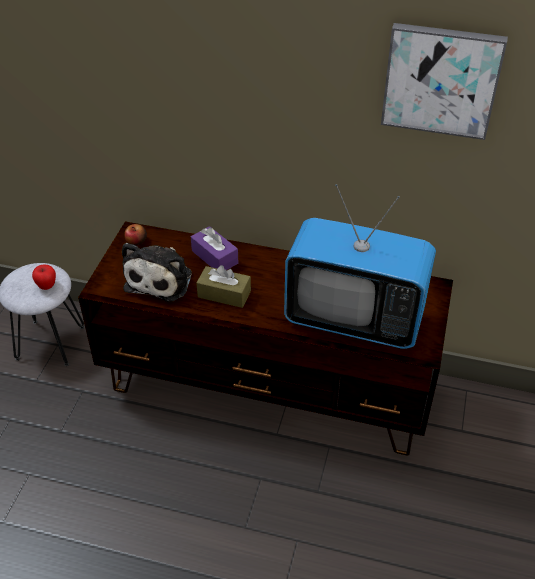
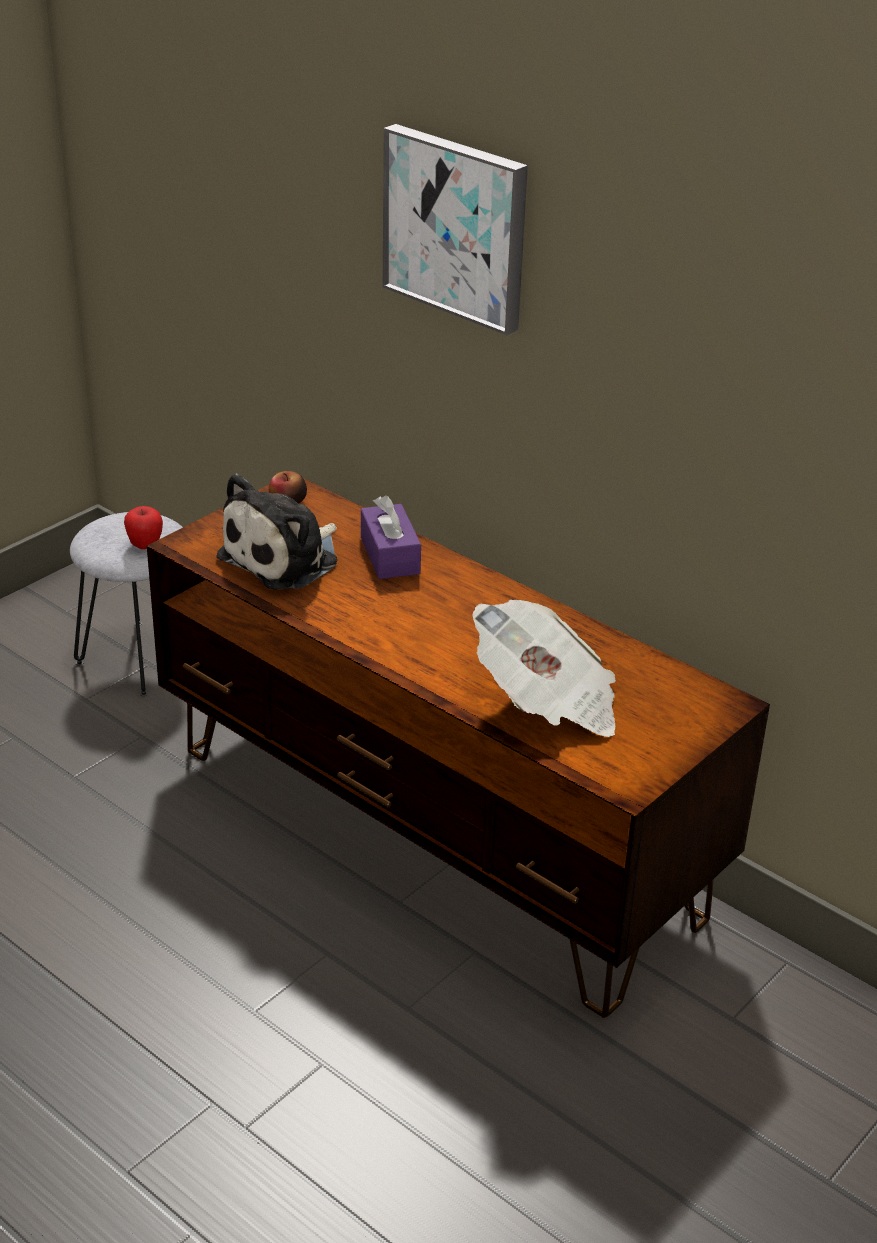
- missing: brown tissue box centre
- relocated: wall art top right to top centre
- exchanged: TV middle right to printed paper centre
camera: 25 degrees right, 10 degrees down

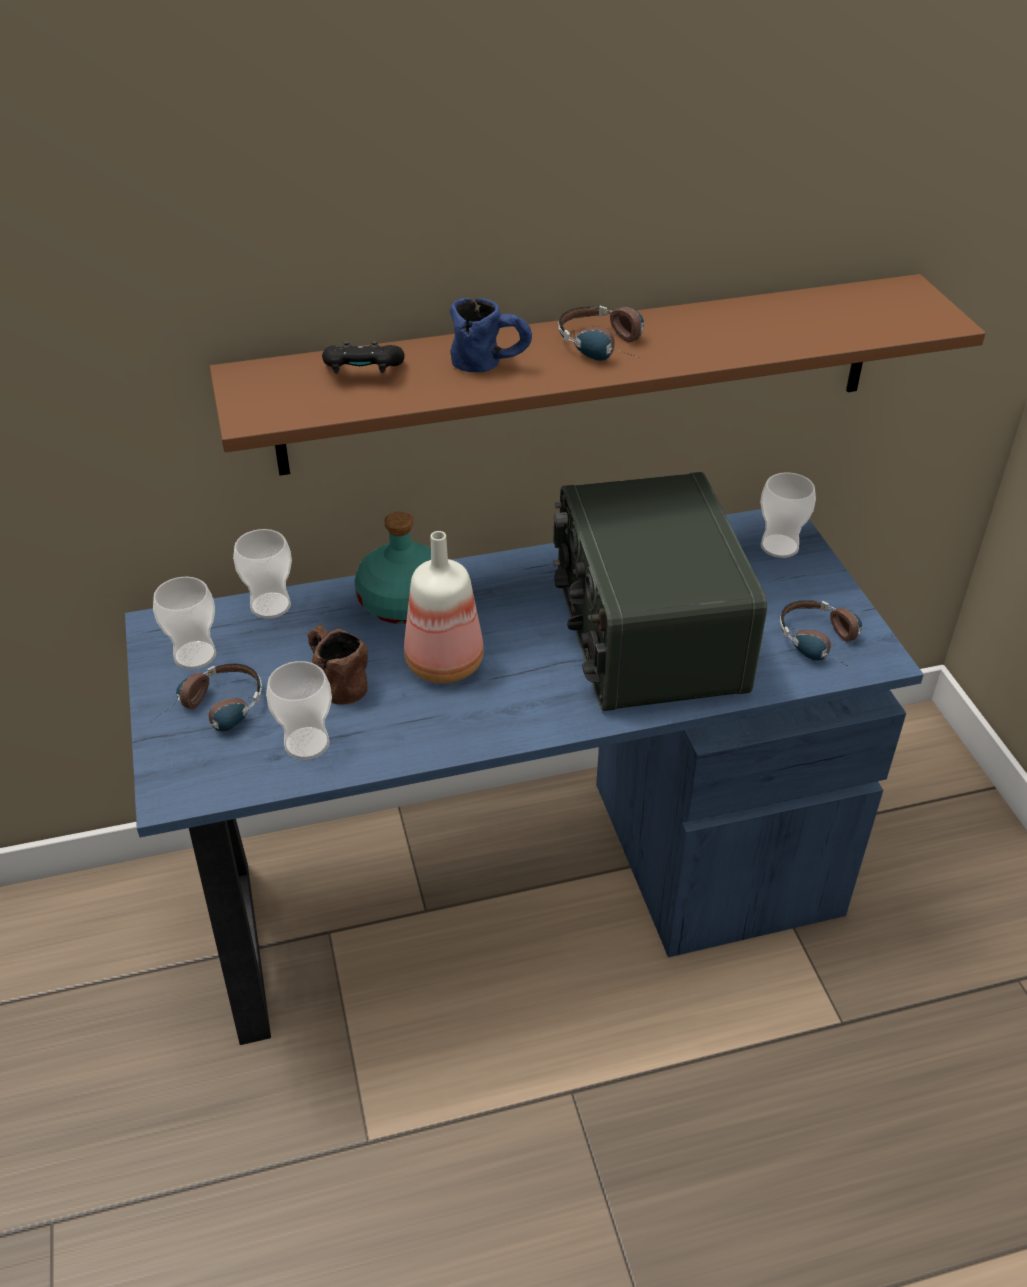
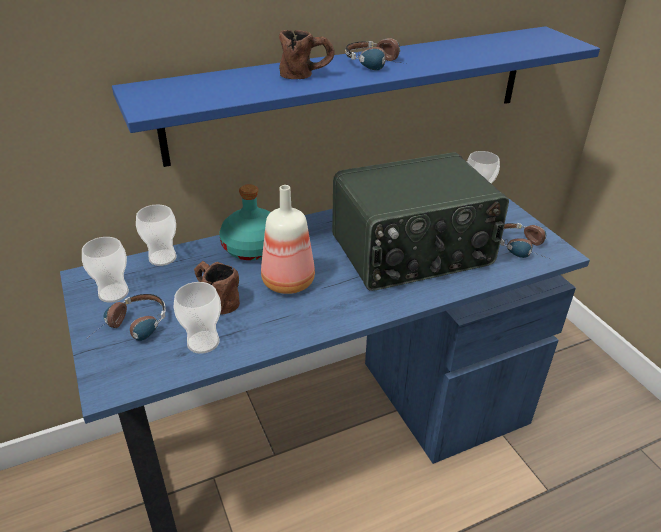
- missing: blackish joypad top centre
- colour: brown shelf top centre to bluish shelf top centre
- colour: bluish mug top centre to brown mug (no. 2 from left) top centre
- spun: radio receiver centre = centre 90 degrees counterclockwise
camera: 10 degrees left, 5 degrees down

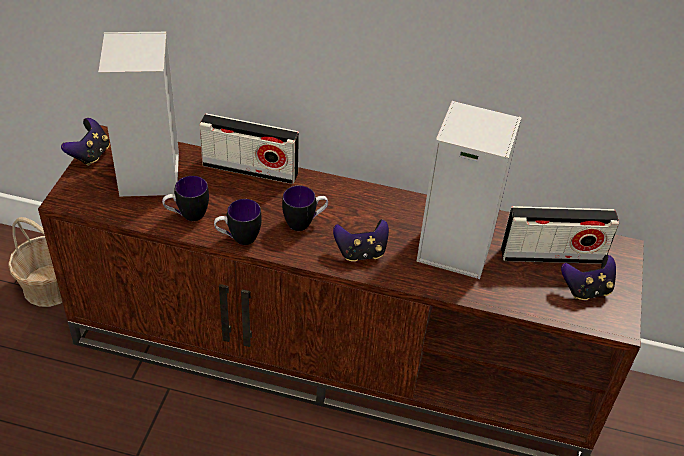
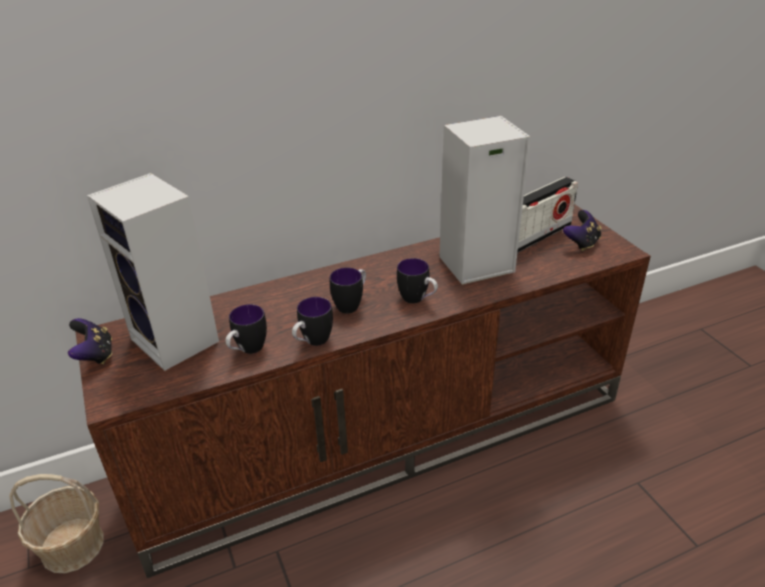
- missing: radio receiver (no. 1 from left) top centre
- exchanged: joypad (no. 2 from left) centre to mug (no. 4 from left) centre
camera: 35 degrees left, 10 degrees down

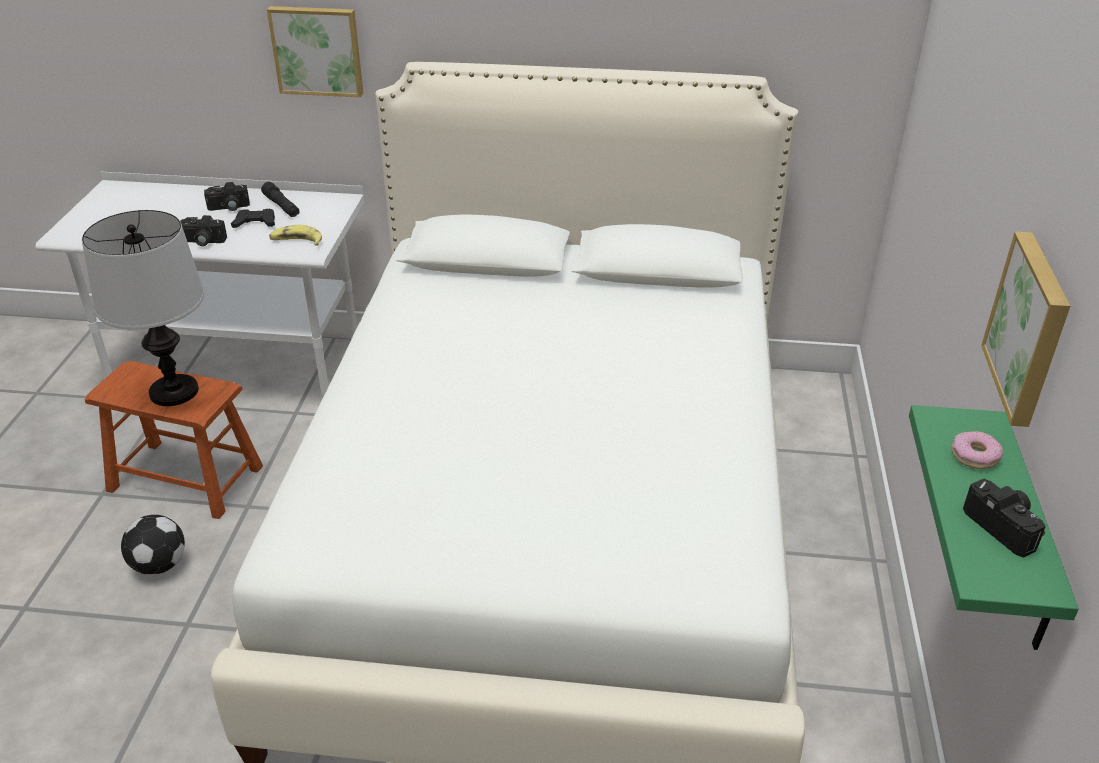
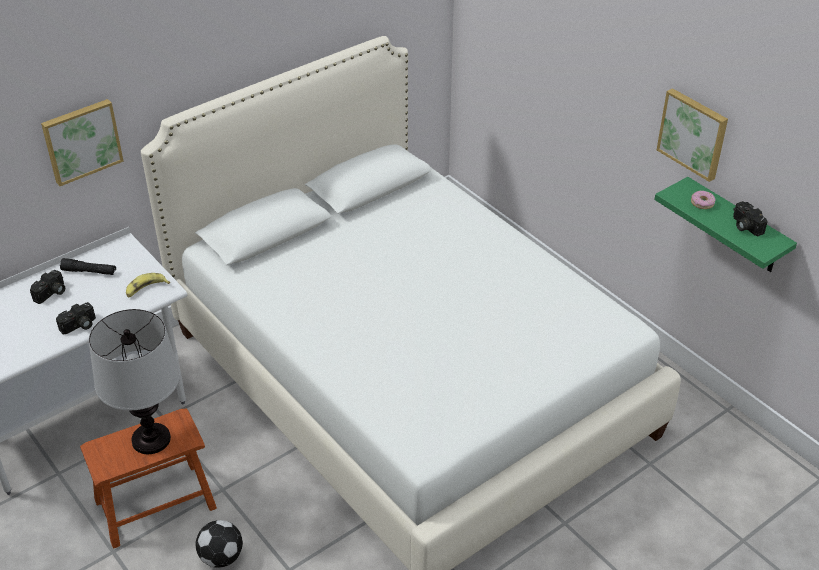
- missing: blackish joypad top left
- spun: still camera (no. 3 from left) bottom right = middle right 135 degrees counterclockwise
camera: 45 degrees left, 5 degrees up

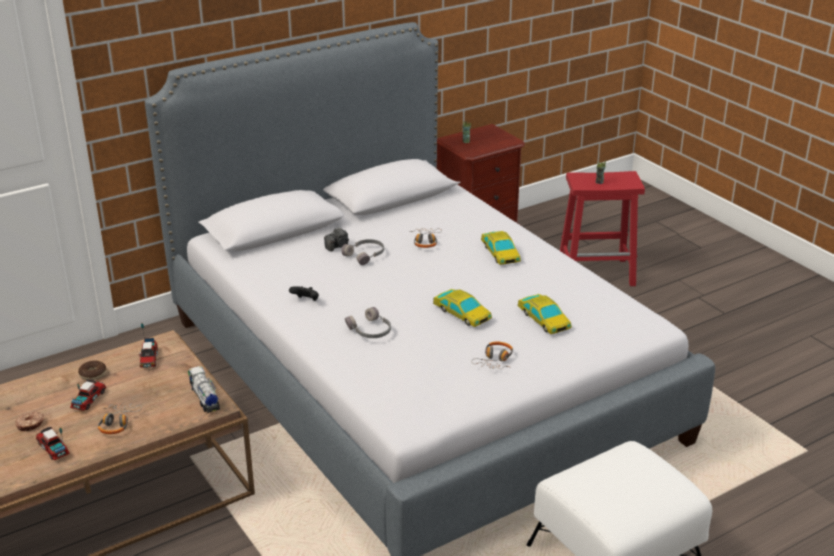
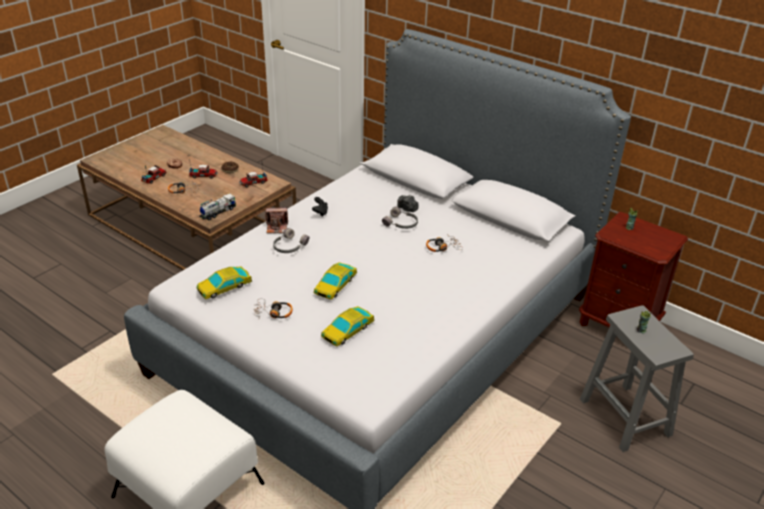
- appeared: still camera (no. 1 from left) centre
- relocated: model car (no. 2 from left in the first image) centre to model car (no. 1 from left) middle left
- colour: red sitting stool middle right to grey sitting stool bottom right
camera: 70 degrees right, 5 degrees up

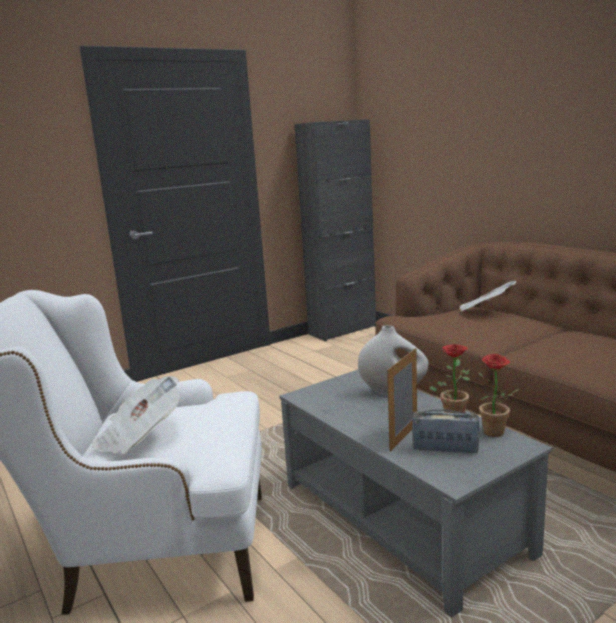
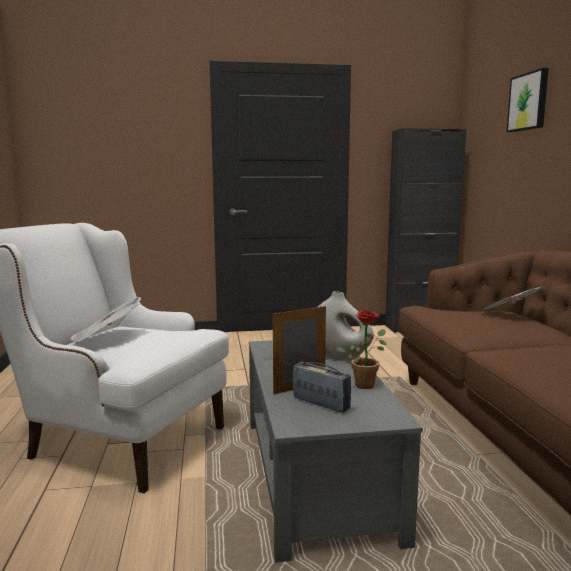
- missing: plant in a pot (no. 2 from left) middle right
- appeared: wall art top right
camera: 25 degrees right, 5 degrees down

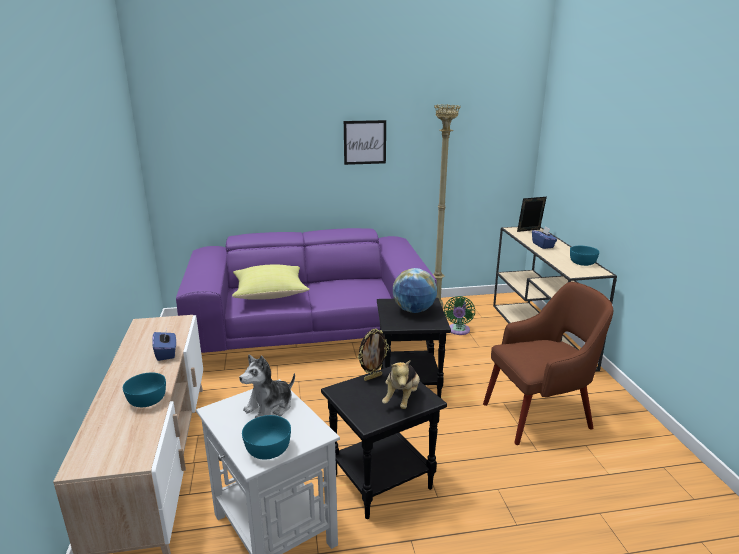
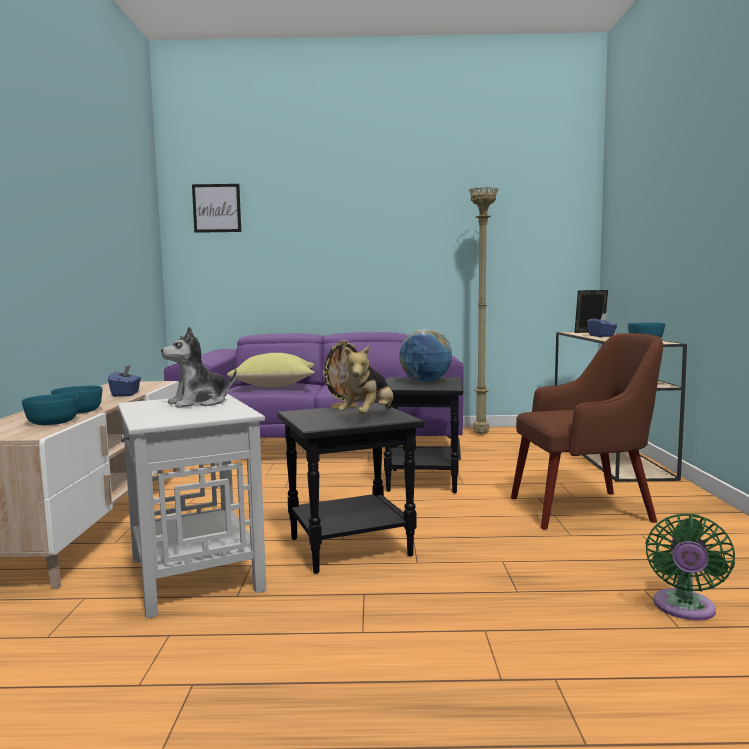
- relocated: turquoise serving bowl (no. 2 from left in the first image) bottom centre to turquoise serving bowl (no. 1 from left) middle left
- relocated: wall art top centre to top left
- relocated: green cooling fan centre to bottom right
camera: 10 degrees right, 15 degrees down

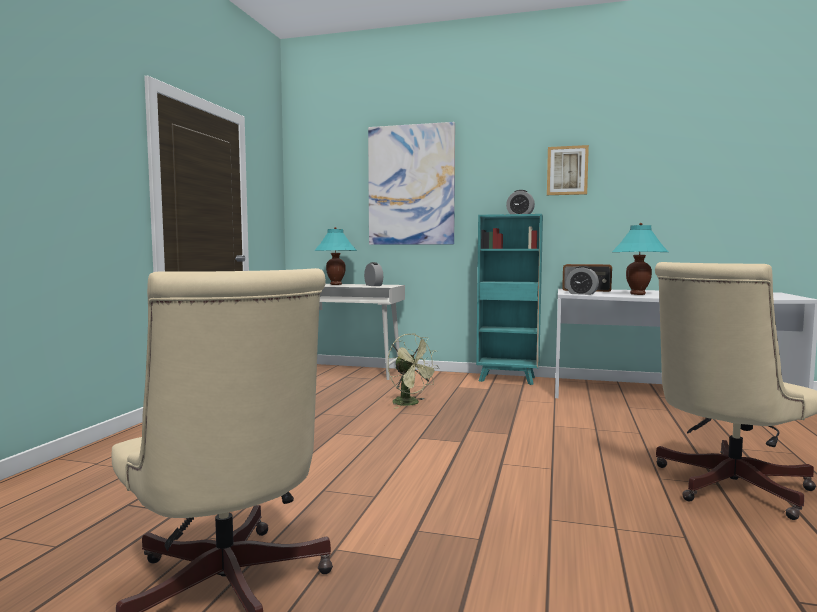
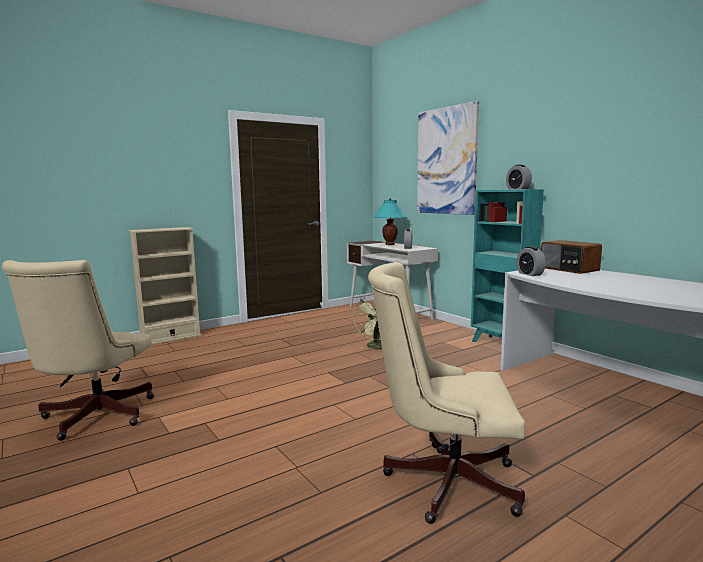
- missing: wall art (no. 2 from left) top right
- missing: turquoise lamp for a table (no. 2 from left) middle right
- appeared: sand-coloured bookshelf middle left
camera: 40 degrees right, 5 degrees up

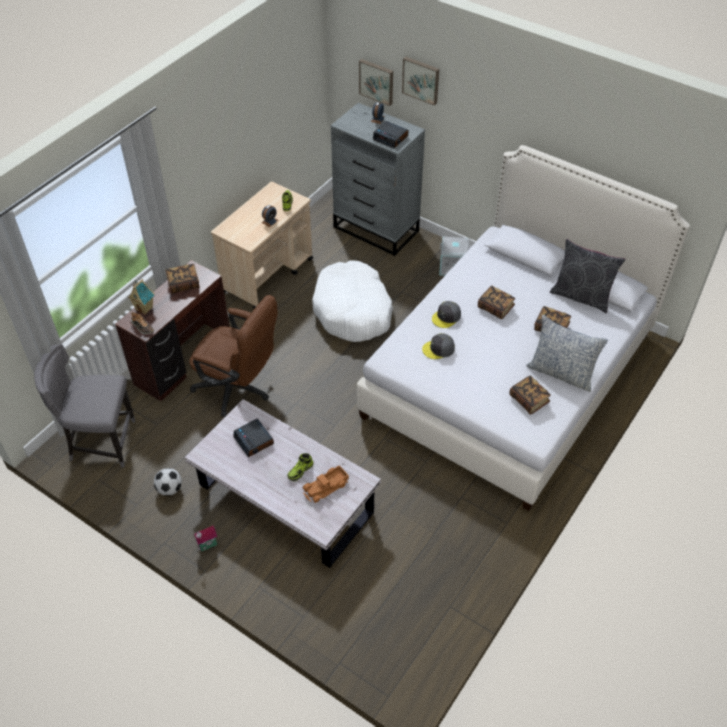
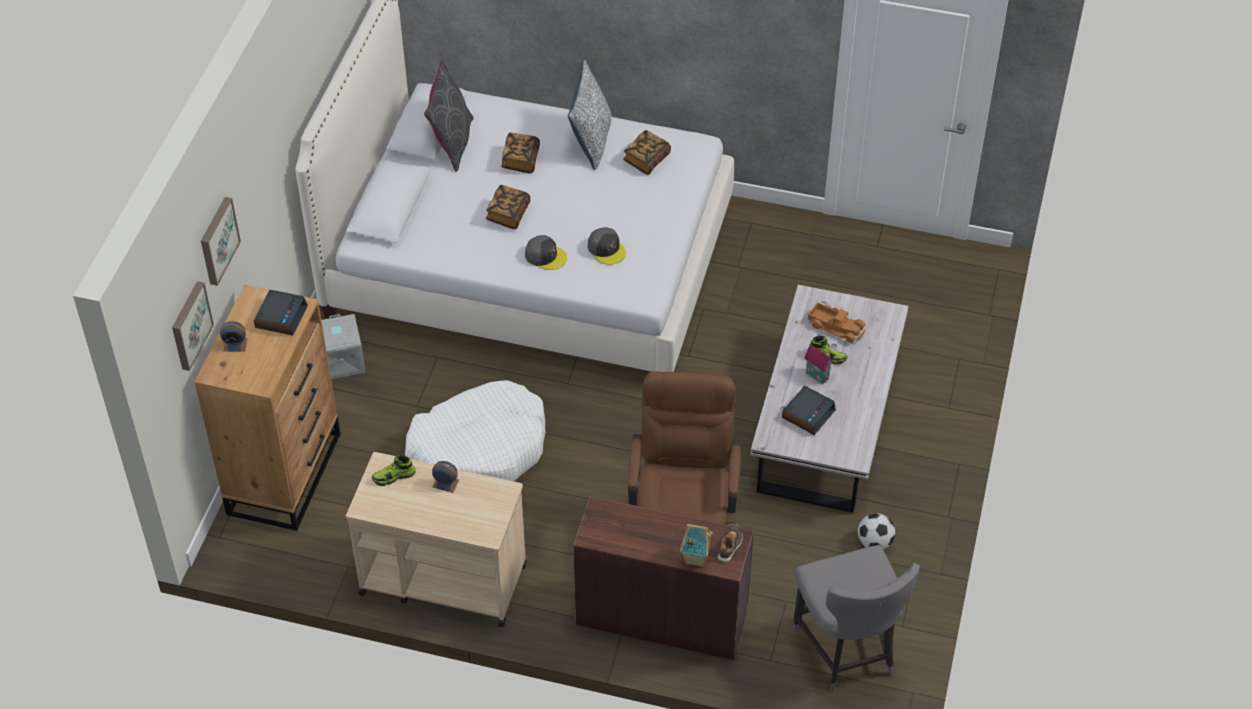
- missing: bound book (no. 1 from left) middle left
- relocated: miniature house (no. 2 from left) bottom left to centre
- colour: grey chest of drawers top centre to brown chest of drawers middle left
camera: 110 degrees left, 0 degrees up

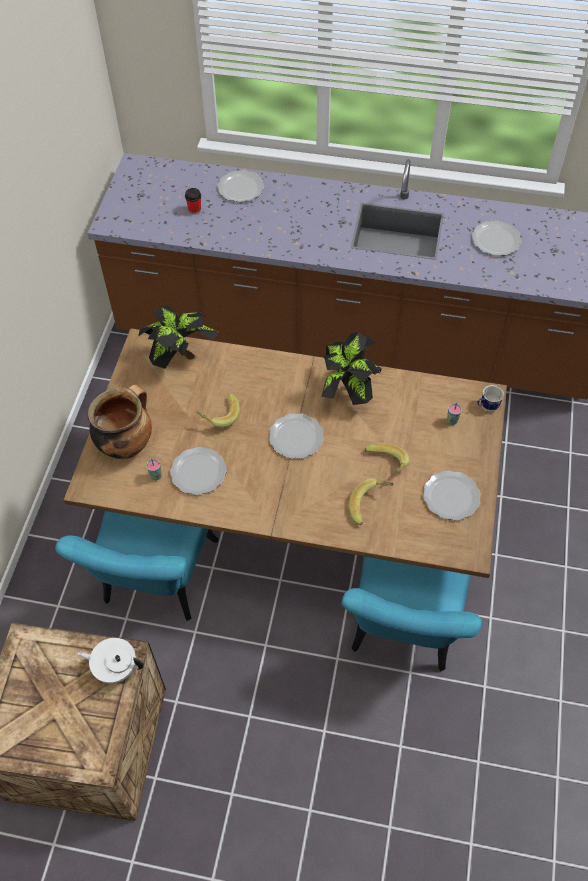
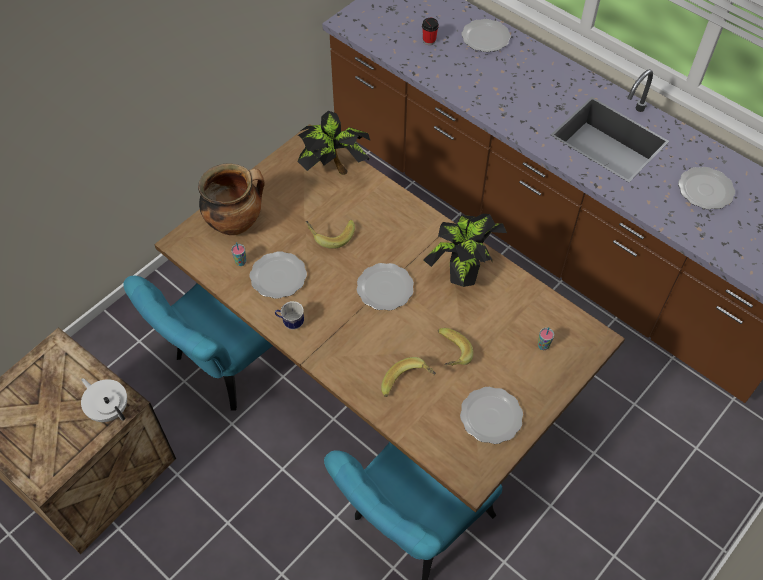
- relocated: mug middle right to centre
camera: 30 degrees right, 0 degrees up

